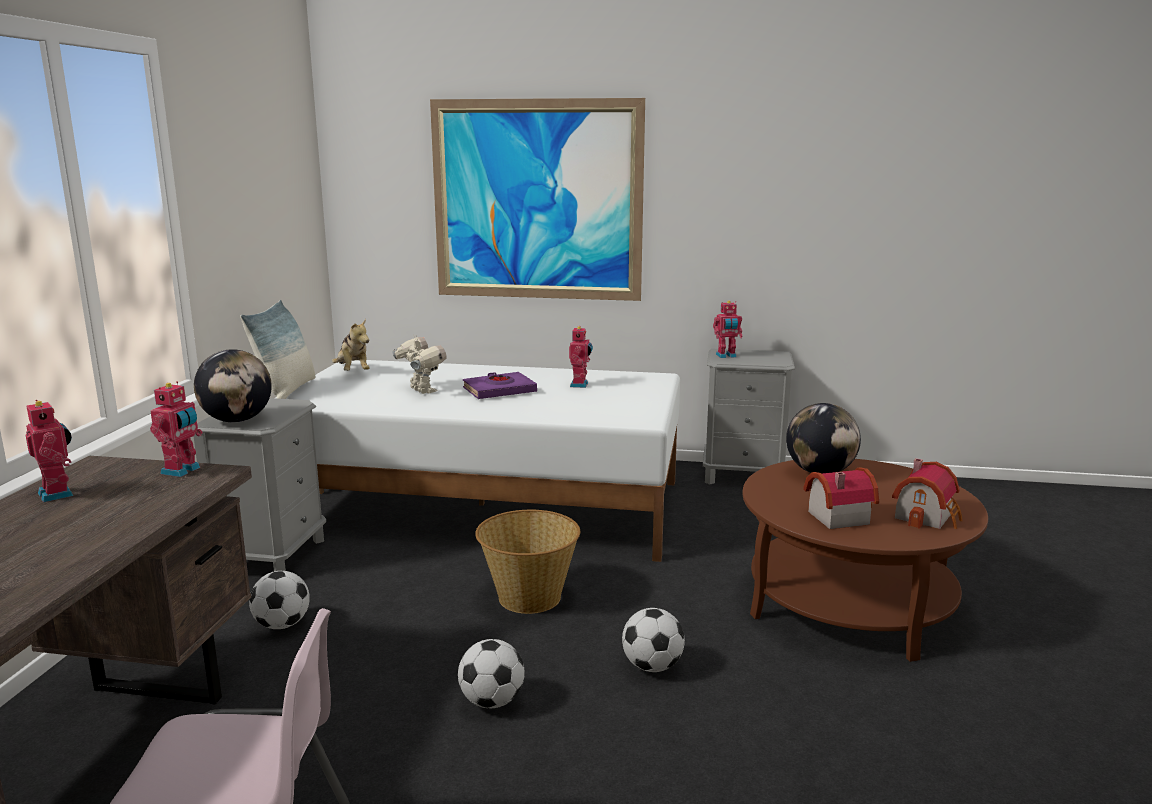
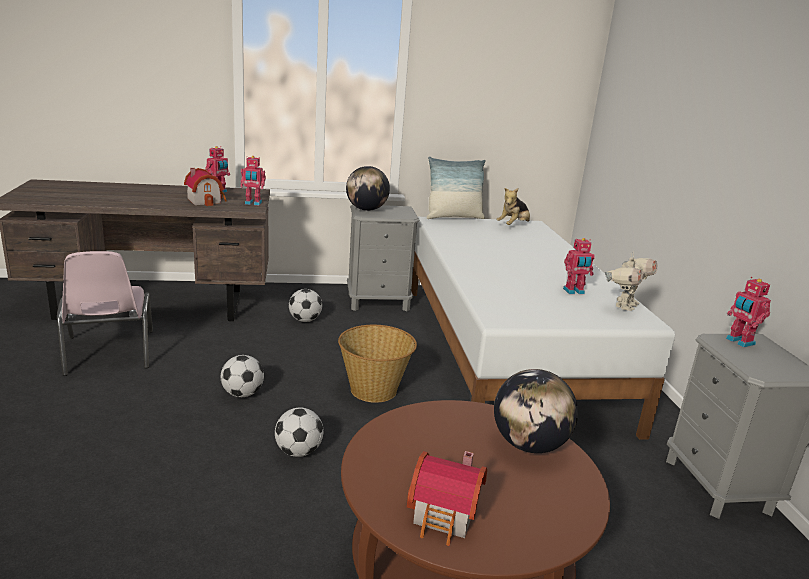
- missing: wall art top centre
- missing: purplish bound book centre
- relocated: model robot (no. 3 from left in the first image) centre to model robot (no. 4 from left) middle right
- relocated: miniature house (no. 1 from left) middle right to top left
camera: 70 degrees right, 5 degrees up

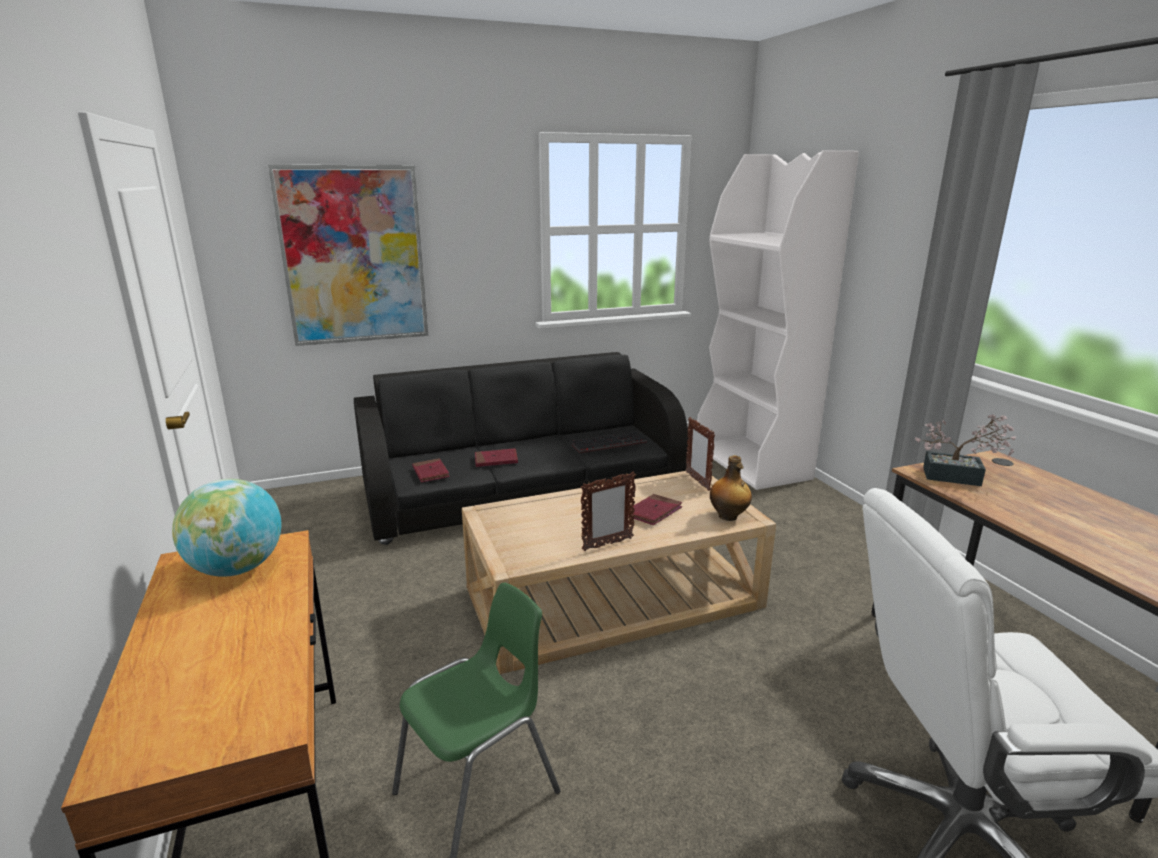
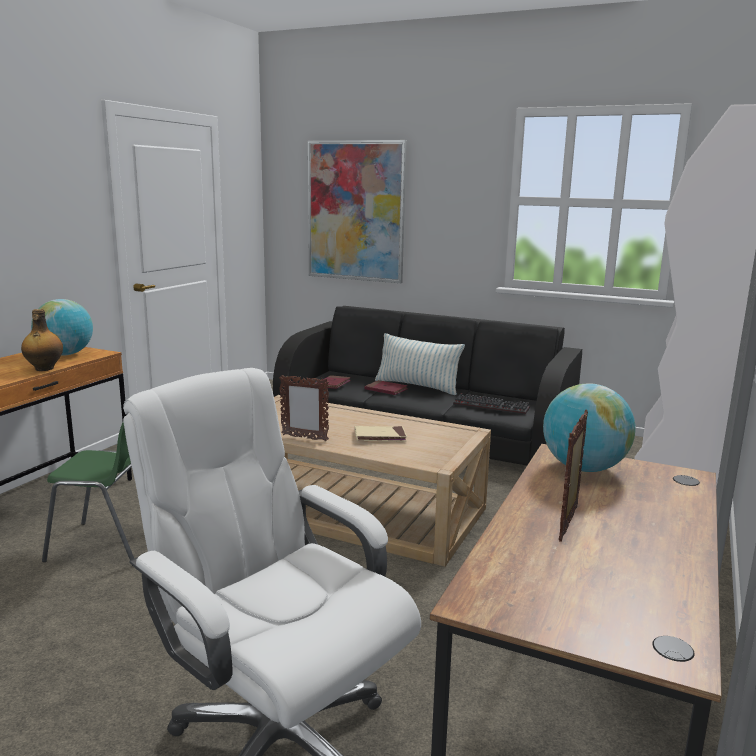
- appeared: throw pillow centre
- relocated: picture frame (no. 2 from left) centre to middle right
- relocated: beverage bottle centre to middle left
- exchanged: plant in a pot middle right to globe (no. 2 from left) middle right
- colour: red bound book (no. 3 from left) centre to sand-coloured bound book centre
camera: 45 degrees right, 5 degrees down

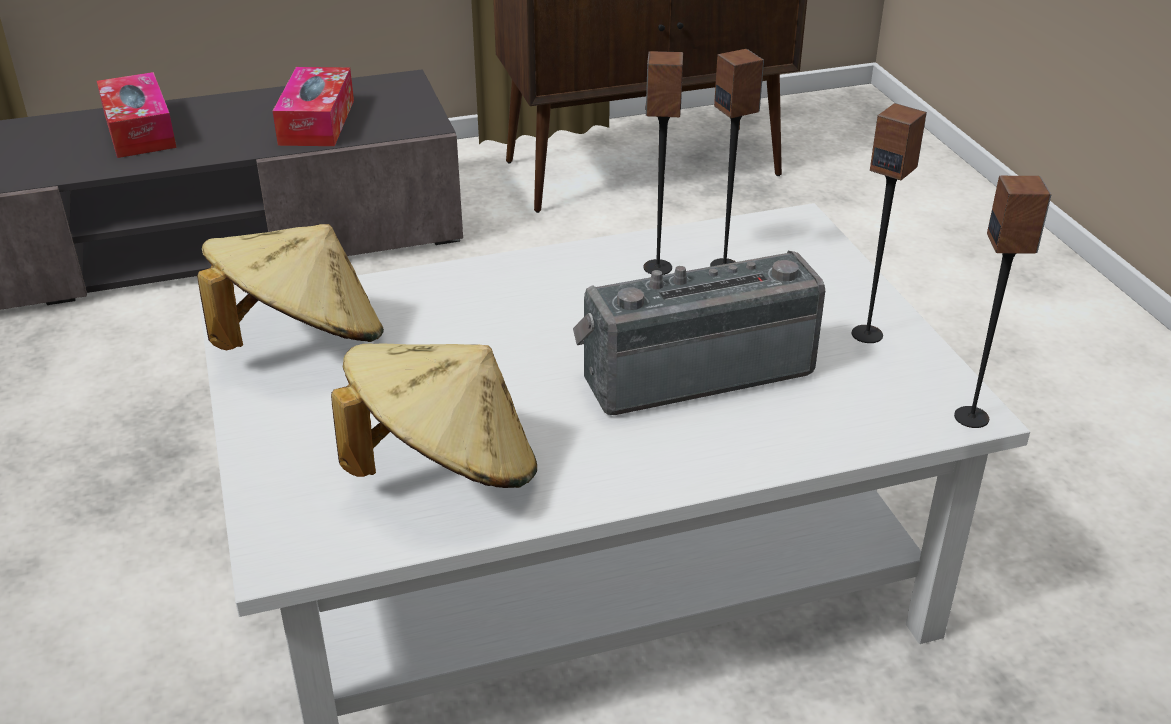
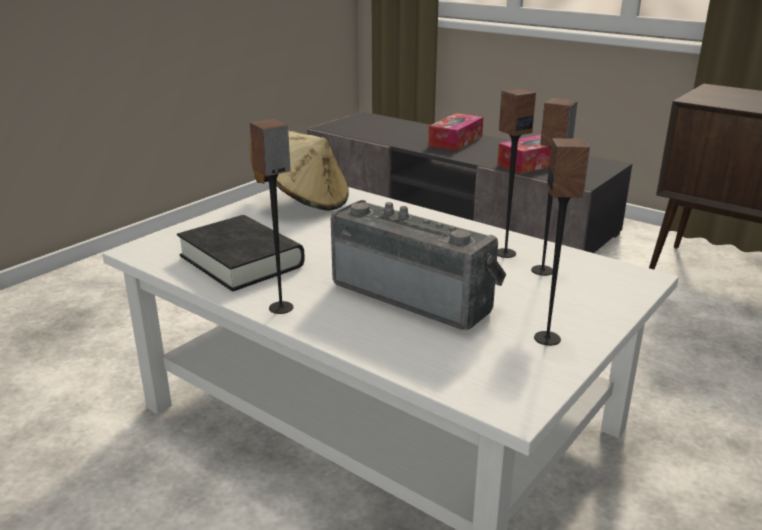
- relocated: loudspeaker (no. 4 from left in the first image) middle right to loudspeaker (no. 1 from left) centre
- exchanged: sand-coloured wearable hat (no. 2 from left) centre to blackish bound book middle left
camera: 55 degrees right, 10 degrees down

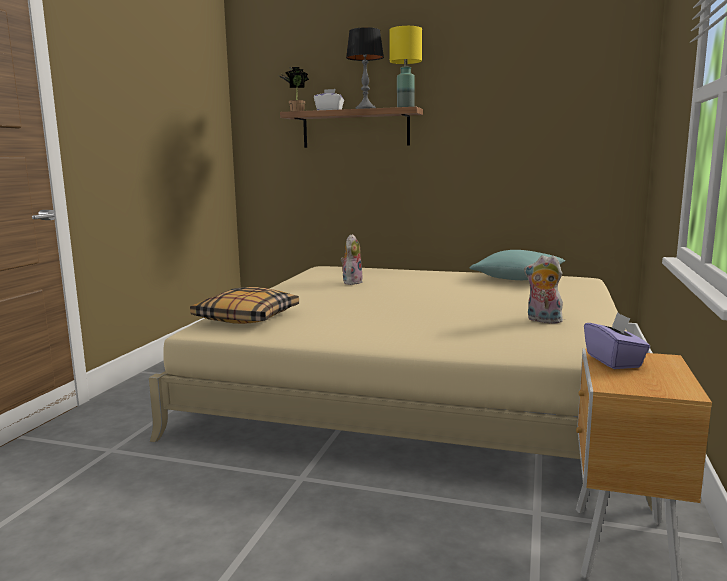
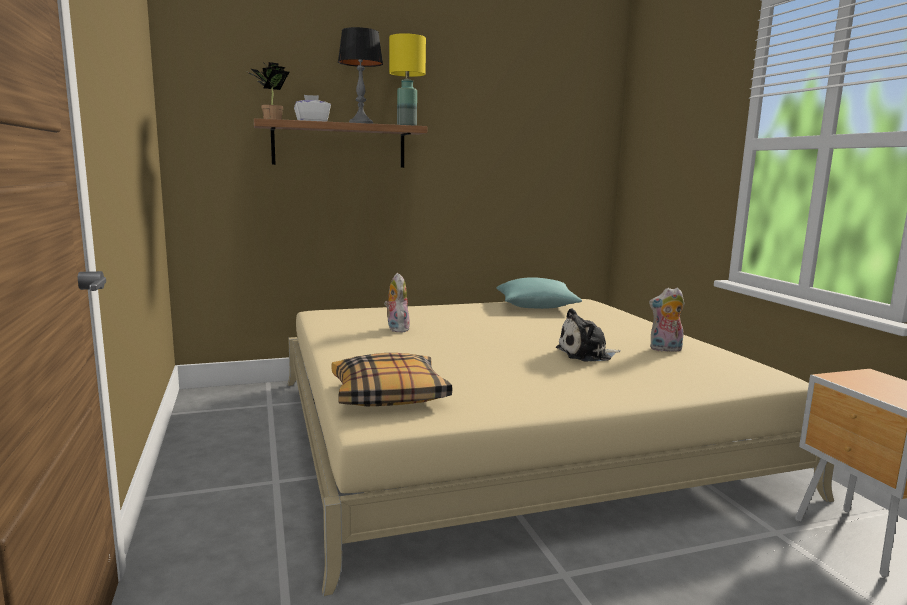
- missing: purplish tissue box middle right
- appeared: cuddly toy (no. 2 from left) centre
camera: 35 degrees left, 0 degrees up

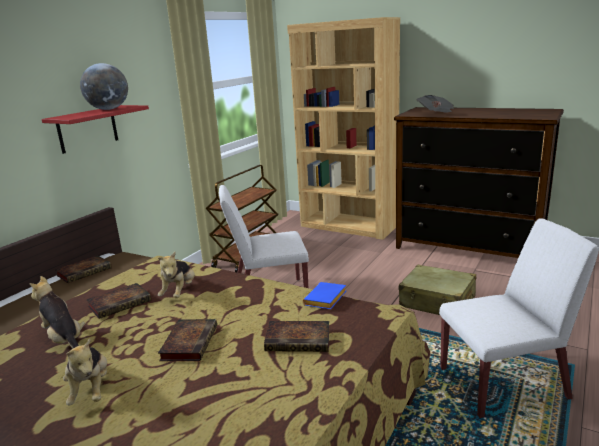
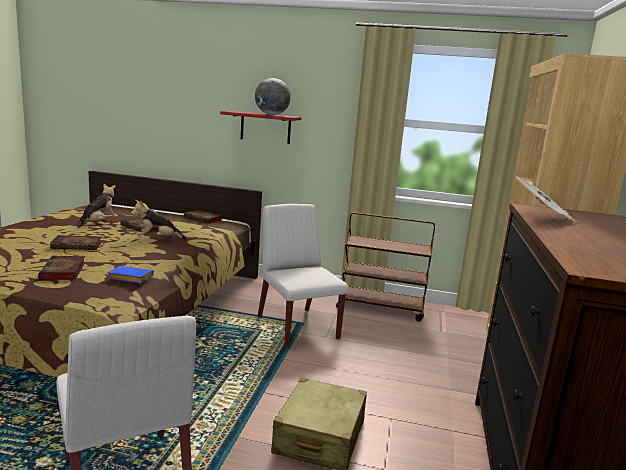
- missing: cuddly toy (no. 2 from left) bottom left
camera: 70 degrees right, 5 degrees down

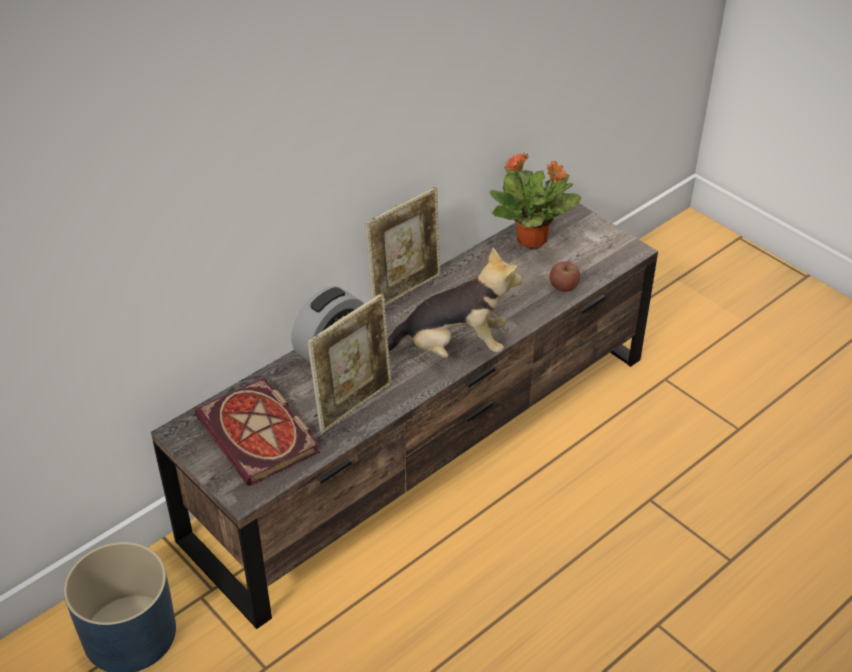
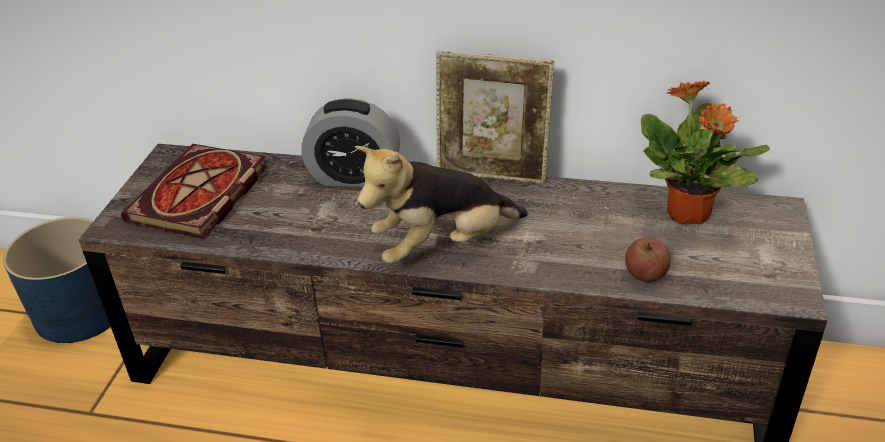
- missing: picture frame (no. 1 from left) centre
- spun: cuddly toy centre = centre 105 degrees clockwise
camera: 55 degrees right, 5 degrees down

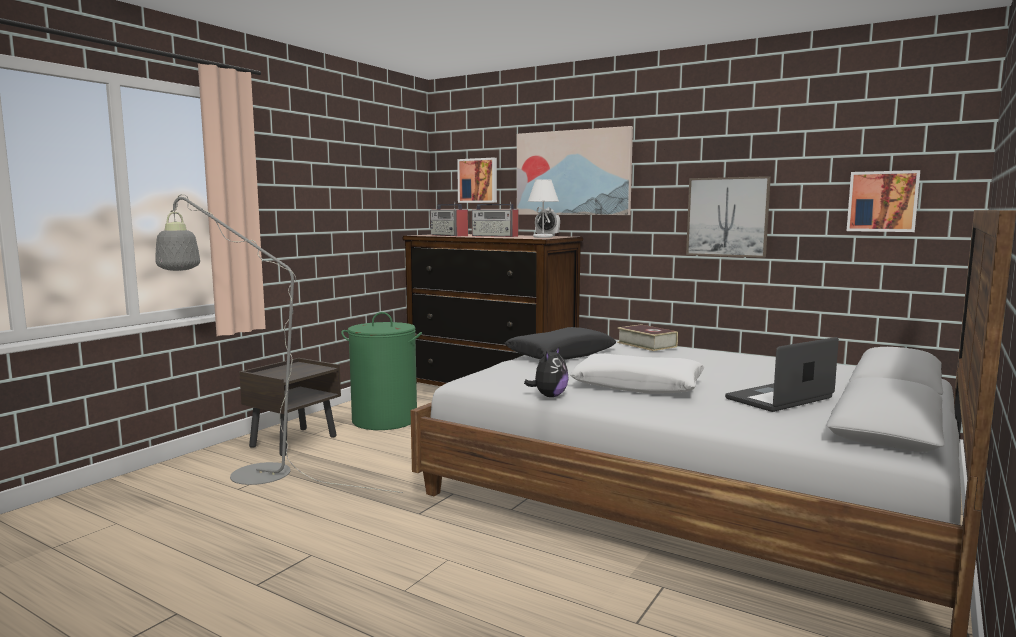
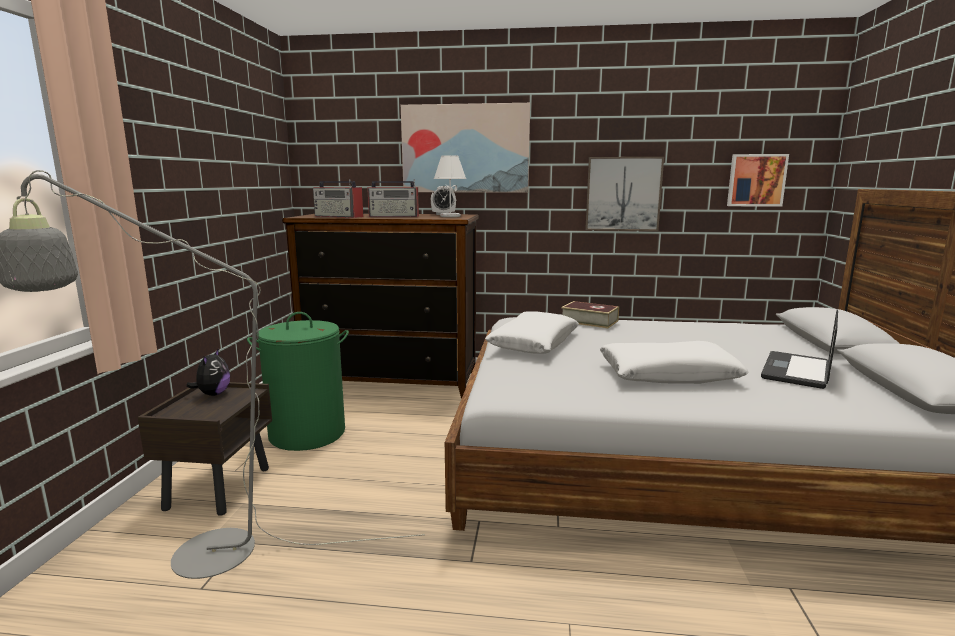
- missing: wall art (no. 1 from left) top centre
- relocated: cuddly toy centre to middle left
- colour: blackish throw pillow centre to white throw pillow (no. 1 from left) centre
camera: 25 degrees left, 5 degrees up

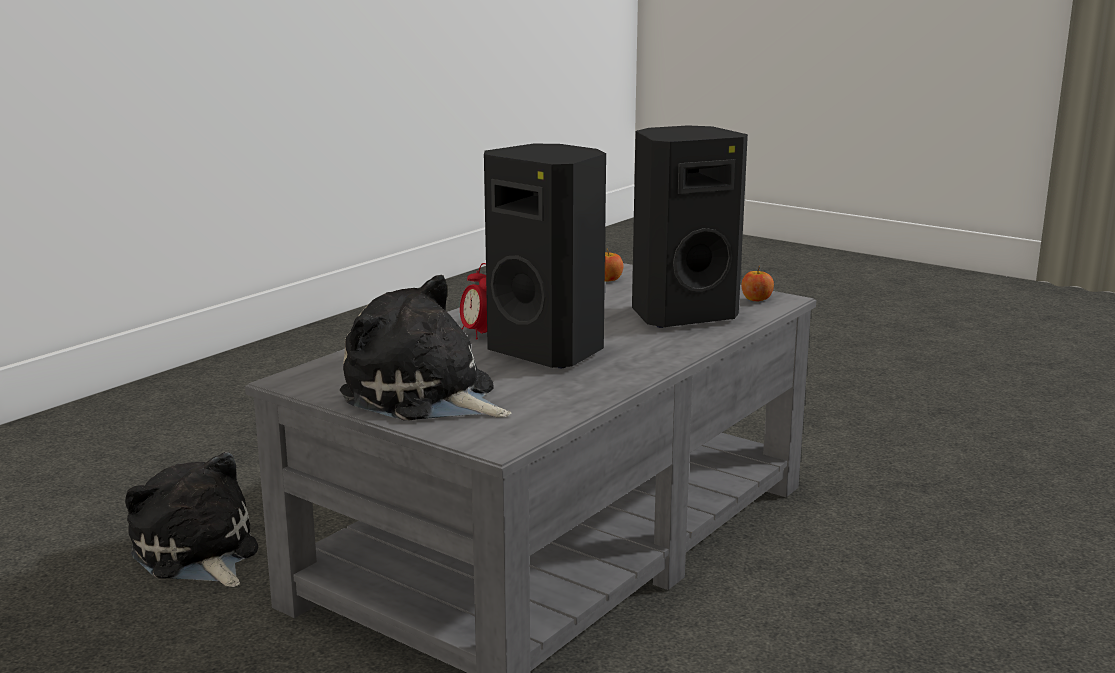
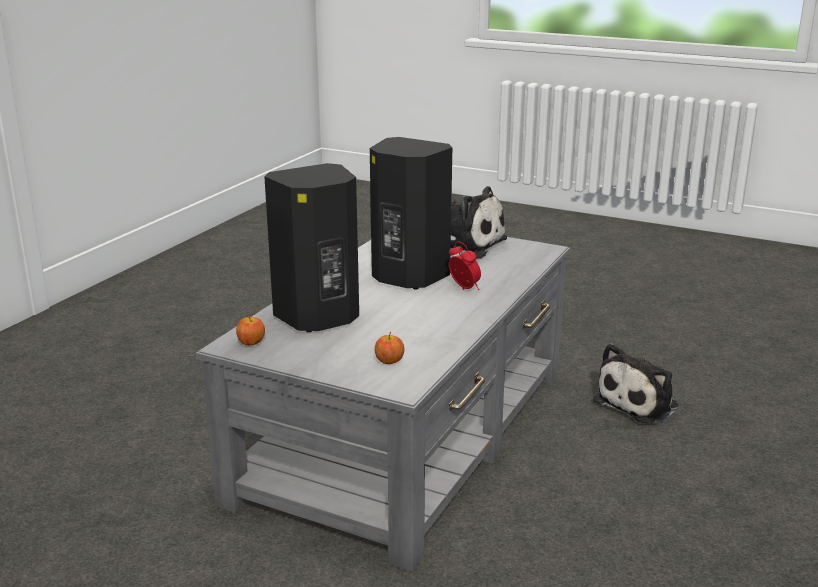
- spun: cuddly toy (no. 1 from left in the first image) bottom left = middle right 90 degrees clockwise
camera: 170 degrees right, 5 degrees up

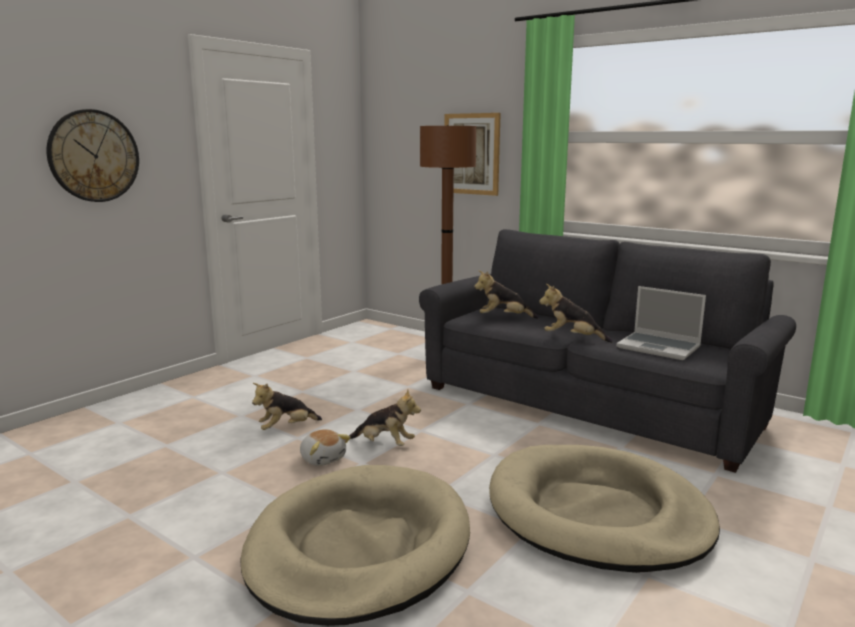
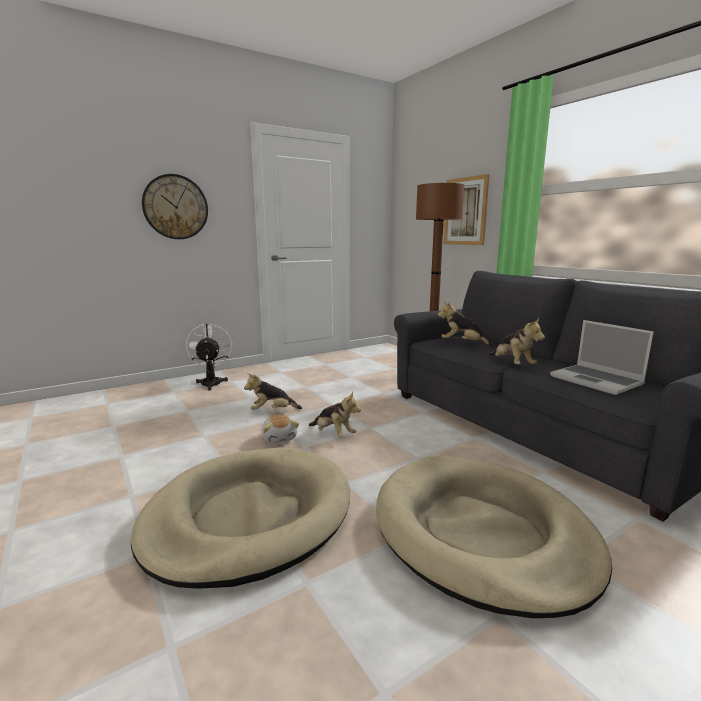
- appeared: white cooling fan middle left
- spun: cuddly toy (no. 5 from left) middle right = middle right 150 degrees counterclockwise
camera: 20 degrees right, 0 degrees up

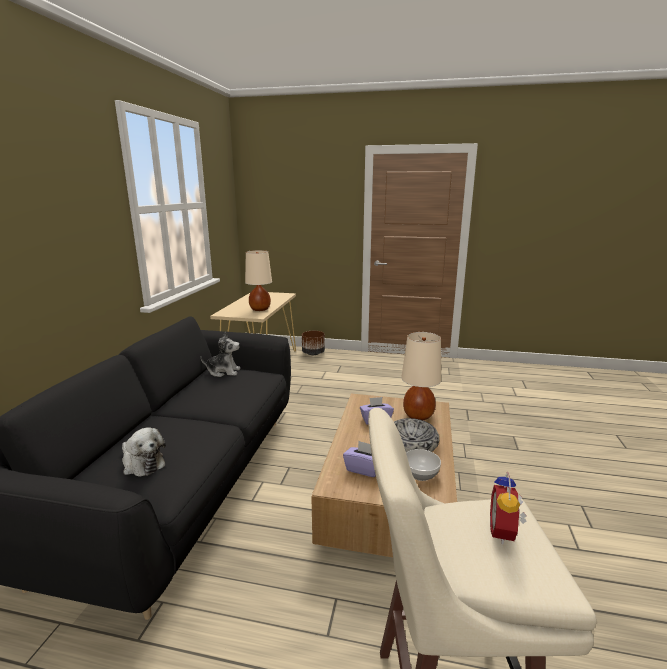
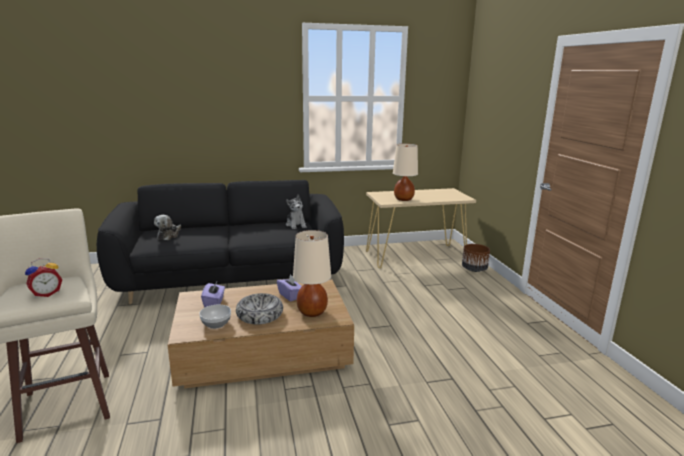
- spun: table clock bottom right = middle left 150 degrees clockwise
camera: 65 degrees right, 0 degrees up

